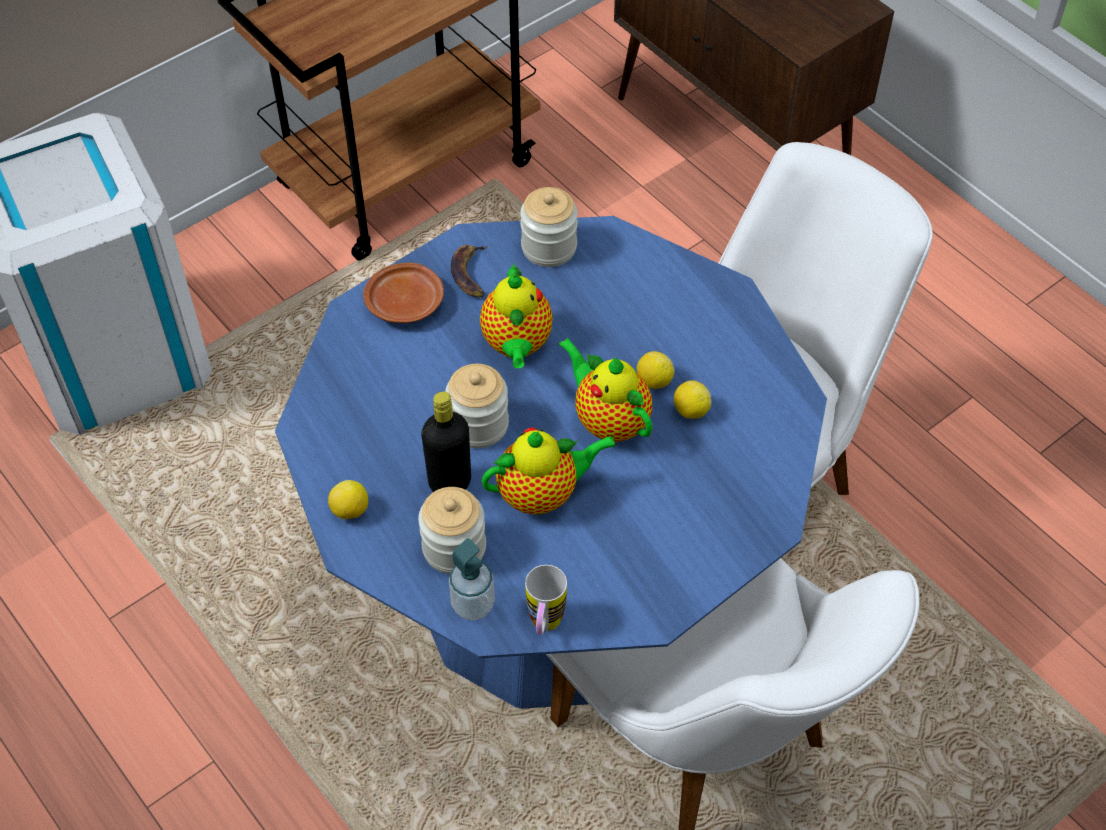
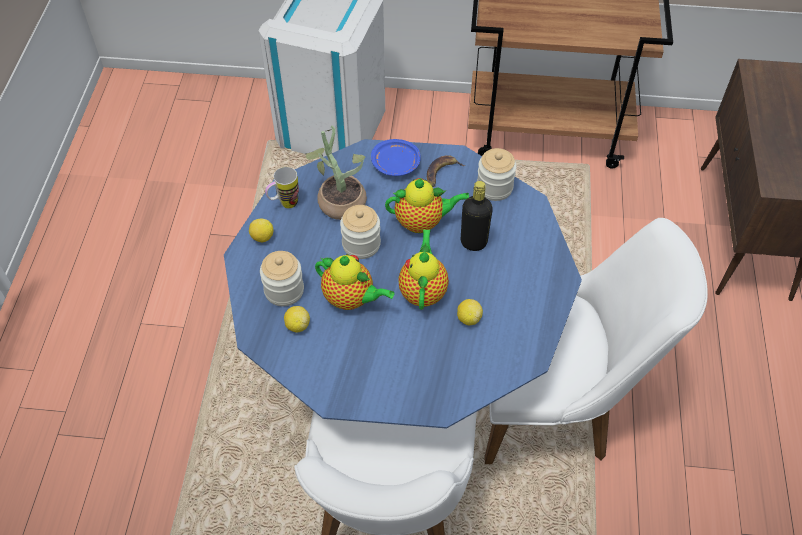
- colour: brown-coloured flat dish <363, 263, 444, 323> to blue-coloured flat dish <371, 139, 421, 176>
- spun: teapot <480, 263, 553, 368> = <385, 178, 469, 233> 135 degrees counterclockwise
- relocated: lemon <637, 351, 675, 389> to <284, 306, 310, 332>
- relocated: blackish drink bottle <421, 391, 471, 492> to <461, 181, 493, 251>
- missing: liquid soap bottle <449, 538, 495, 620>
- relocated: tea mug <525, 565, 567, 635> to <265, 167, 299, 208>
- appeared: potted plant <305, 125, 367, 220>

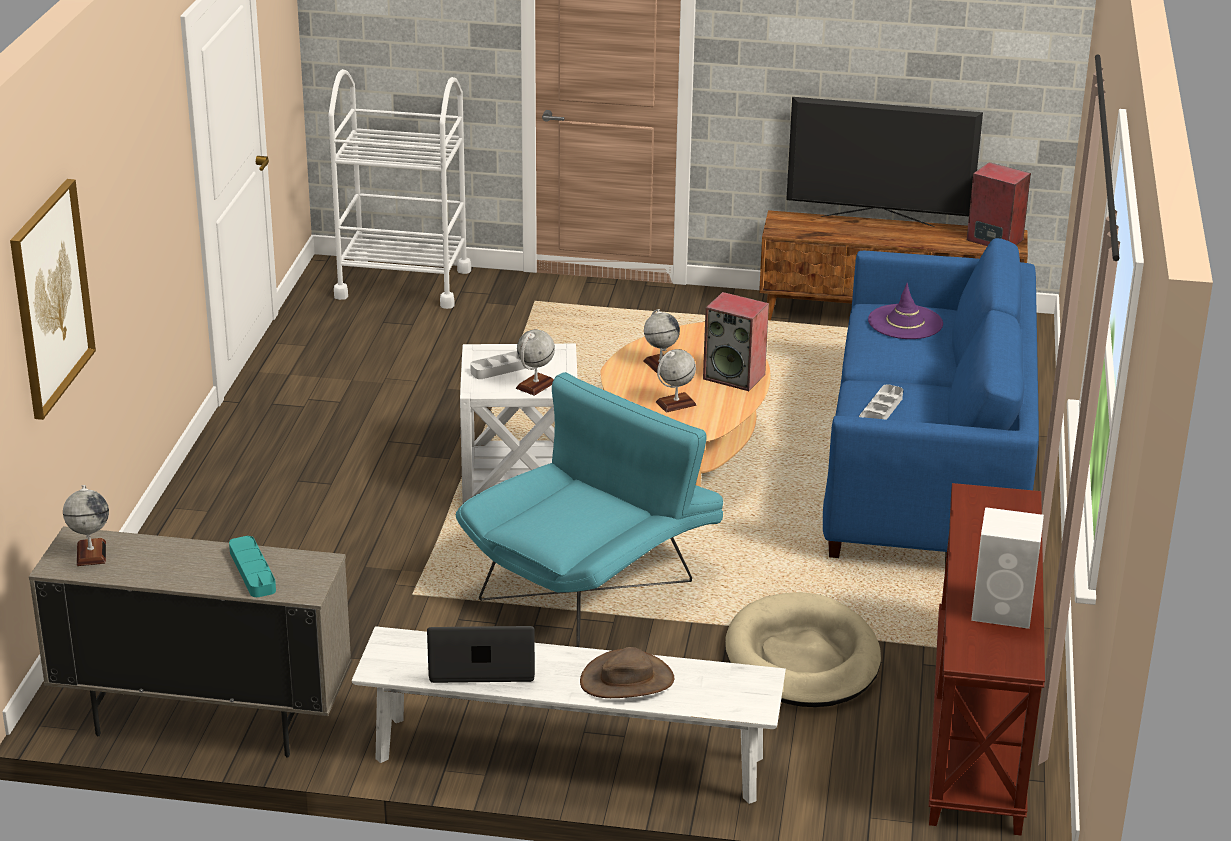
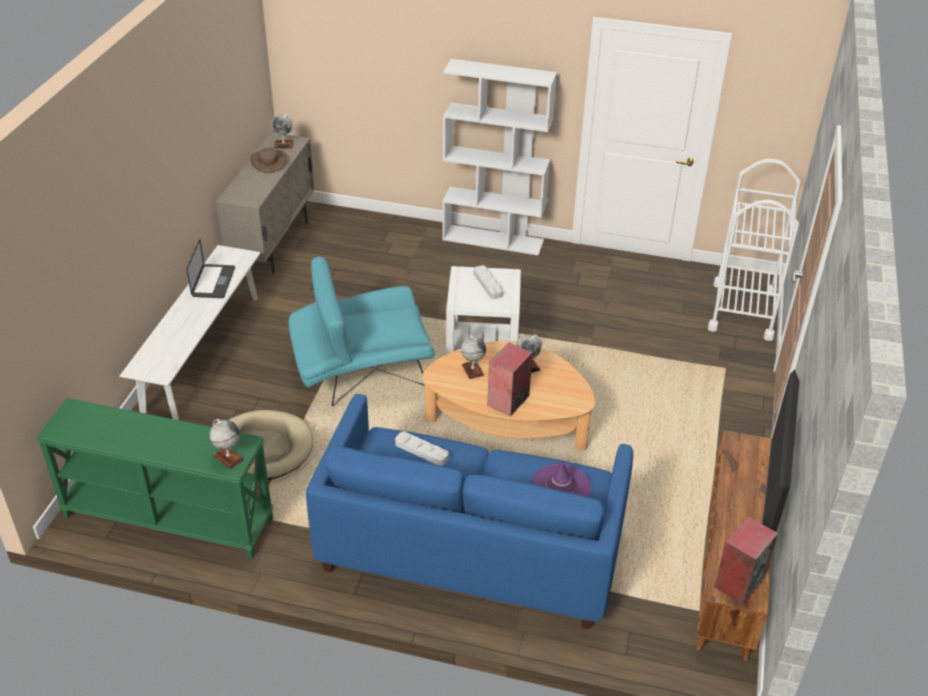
- missing: picture <10, 179, 96, 420>
- relocated: globe <516, 329, 555, 396> to <210, 419, 245, 469>
- spun: turquoise-coloured armchair <456, 372, 723, 647> = <289, 256, 435, 406> 120 degrees clockwise
- colour: brown-coloured narrow table <929, 483, 1045, 836> to green narrow table <36, 398, 274, 559>
- missing: white loudspeaker <971, 507, 1044, 629>
- missing: turquoise-coloured carrying tray <229, 536, 276, 597>
- relocated: brown-coloured wearable hat <580, 647, 674, 698> to <250, 148, 287, 173>
- appeared: white bookshelf <442, 59, 557, 256>

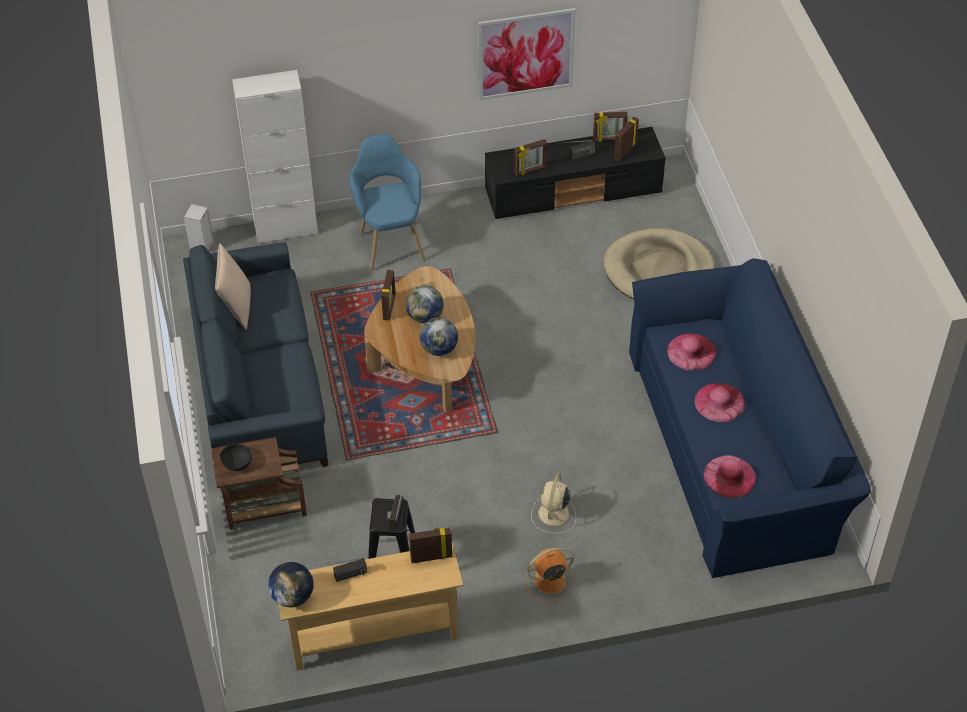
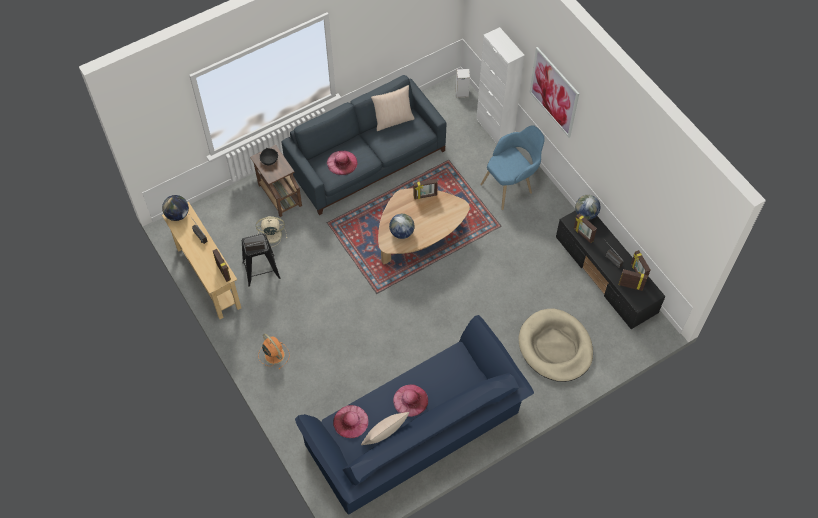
- relocated: picture <478, 8, 576, 100> to <530, 47, 579, 138>
- relocated: globe <406, 286, 444, 324> to <575, 195, 601, 220>
- relocated: pinkish wearable hat <667, 334, 717, 371> to <327, 151, 357, 175>
- relocated: sand-coloured electric fan <531, 472, 576, 534> to <256, 216, 287, 247>
- appeared: sand-coloured cushion <361, 412, 409, 445>

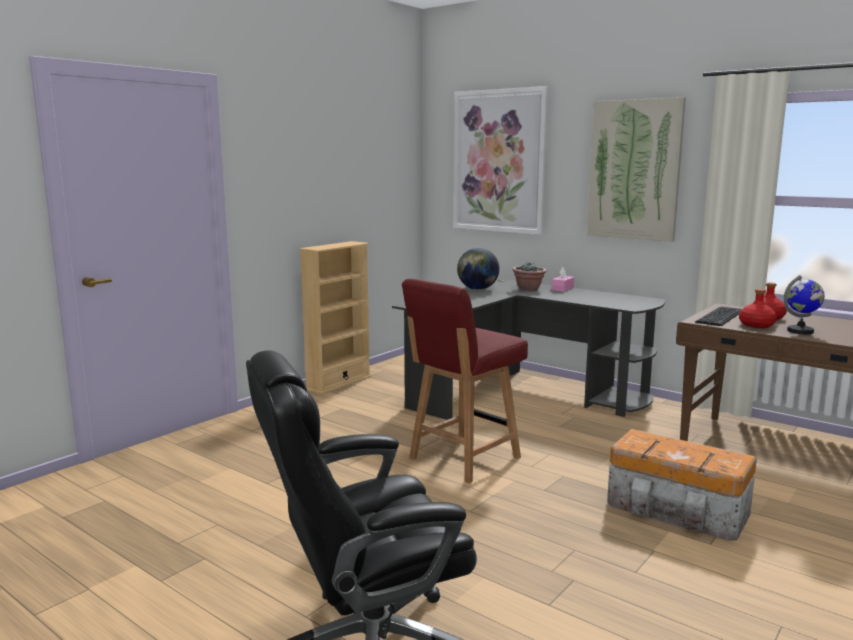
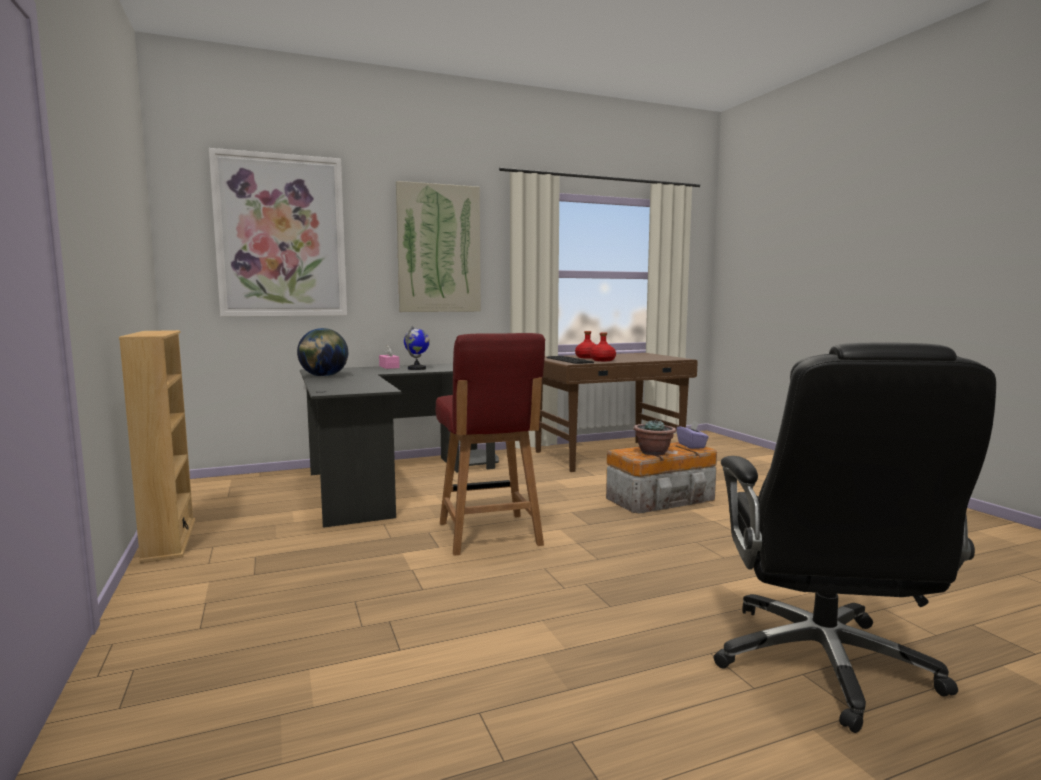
- relocated: potted plant <512, 262, 547, 291> to <633, 420, 676, 456>
- relocated: globe <784, 275, 825, 334> to <404, 326, 430, 370>
- appeared: purple-coloured tissue box <677, 421, 709, 449>

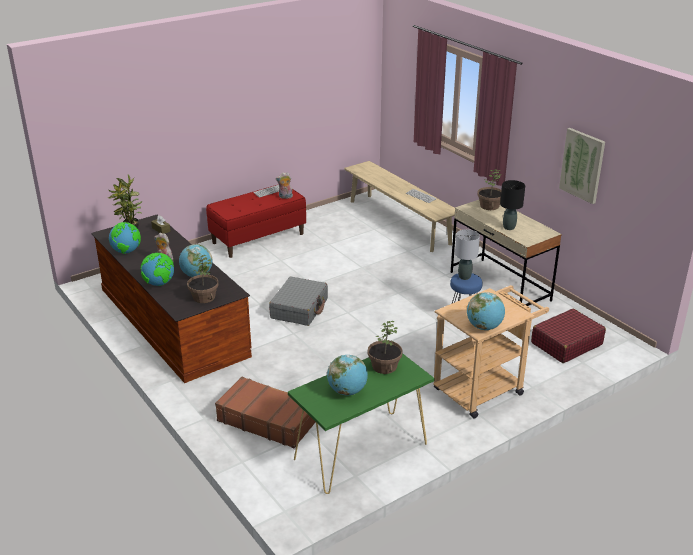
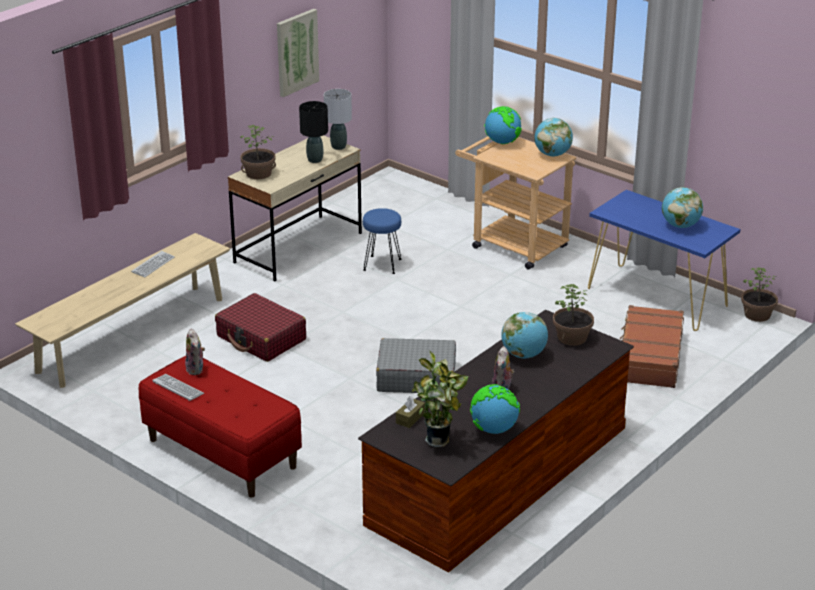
- relocated: grey lamp for a table <455, 229, 480, 280> to <324, 89, 352, 150>
- relocated: globe <141, 253, 174, 286> to <484, 106, 522, 144>
- relocated: reddish piece of luggage <531, 309, 606, 363> to <215, 293, 306, 362>
- relocated: potted plant <367, 320, 403, 374> to <741, 267, 778, 322>
- colour: green narrow table <288, 353, 434, 494> to blue-coloured narrow table <588, 190, 740, 331>

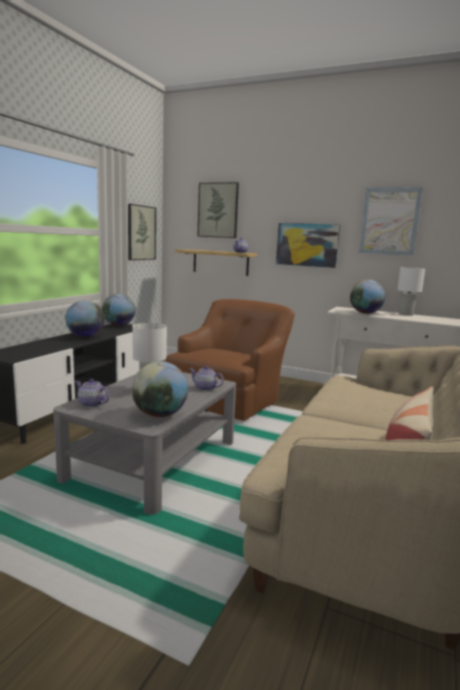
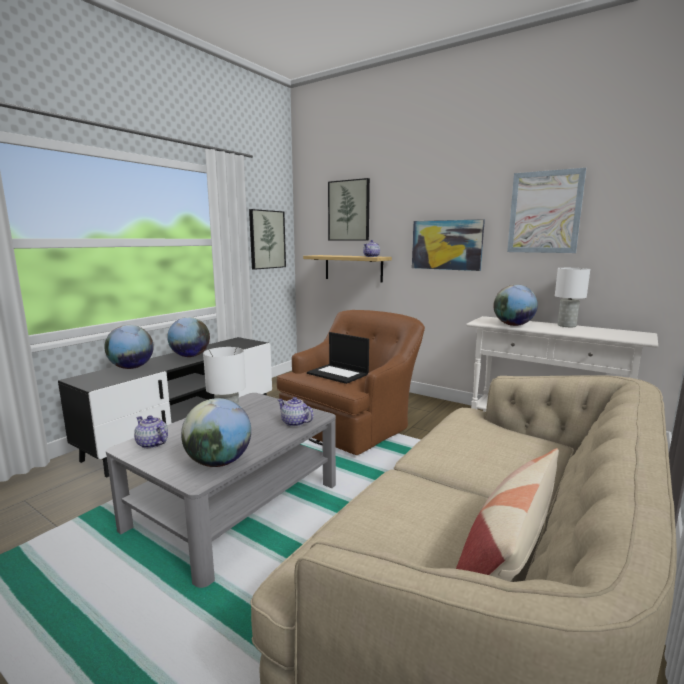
- relocated: globe <102, 294, 136, 326> to <104, 325, 154, 369>
- appeared: portable computer <307, 332, 369, 384>

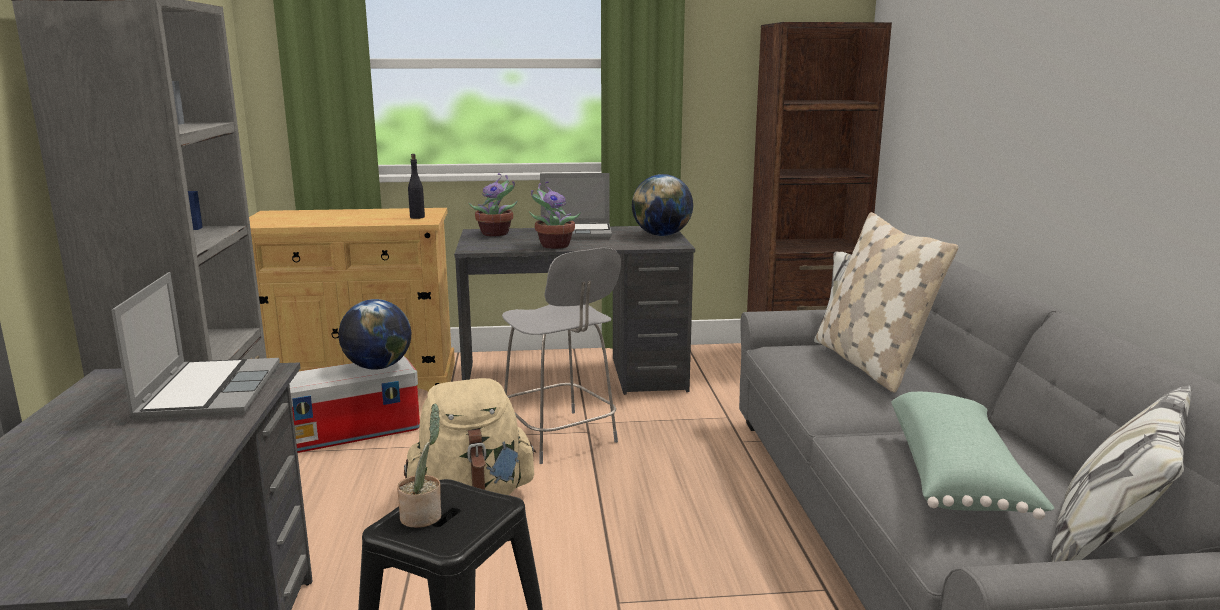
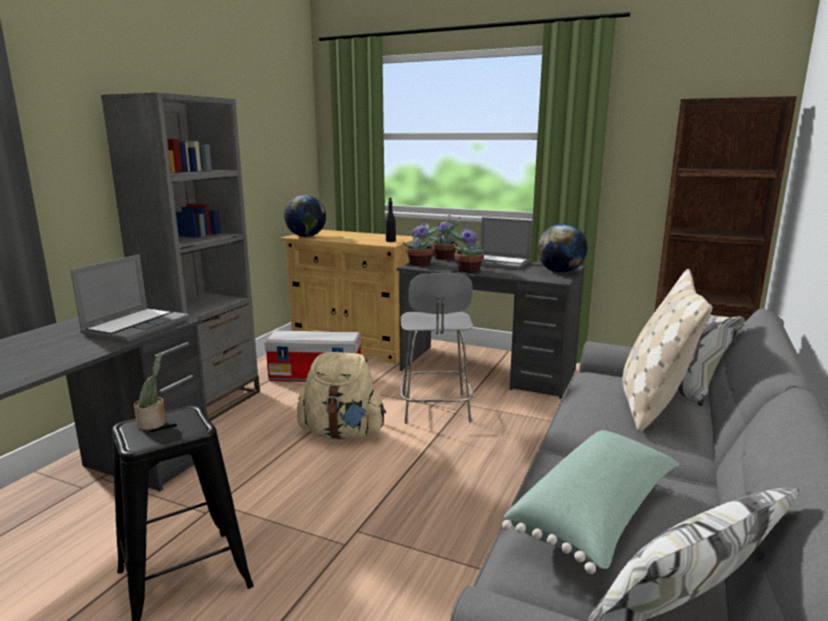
- relocated: globe <339, 299, 411, 370> to <284, 195, 326, 237>
- appeared: potted plant <403, 218, 440, 266>

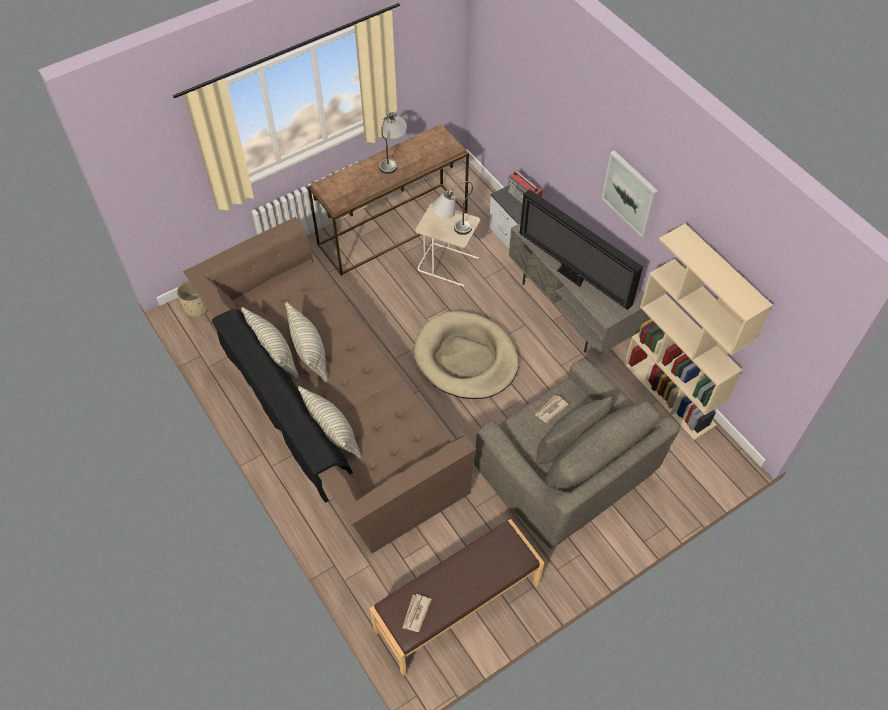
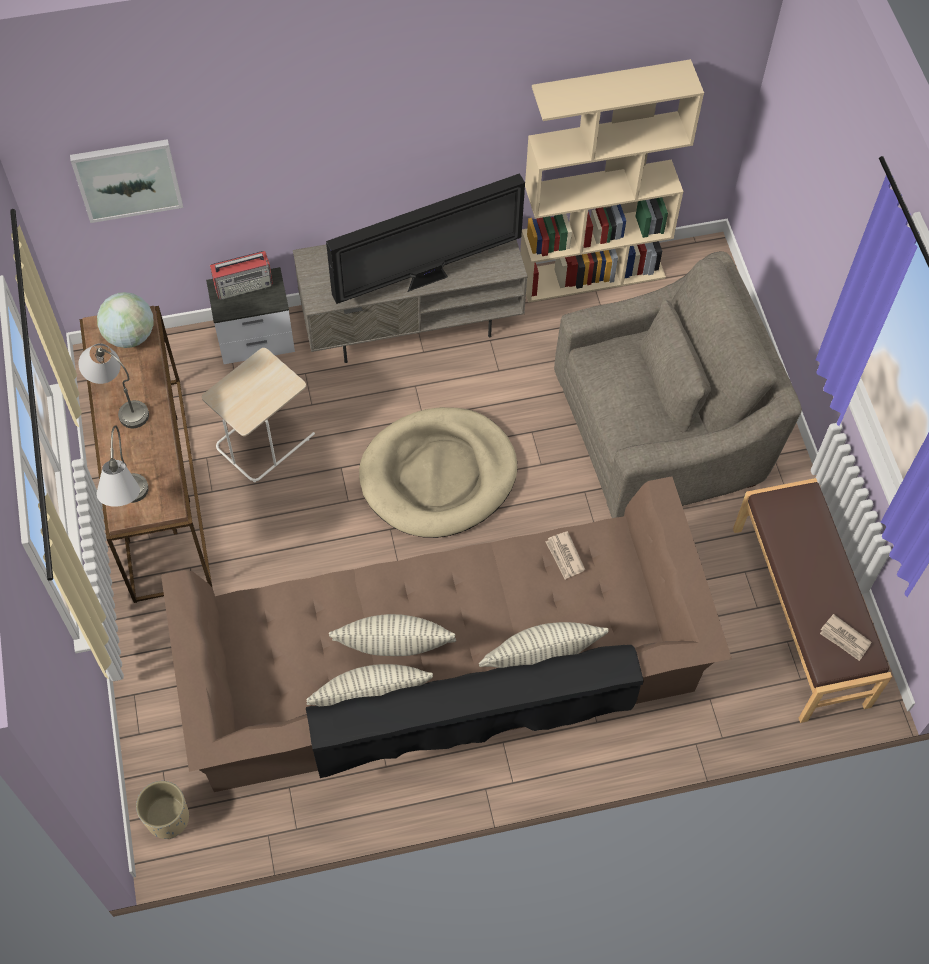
- relocated: picture <601, 150, 658, 238> to <70, 139, 183, 223>
- relocated: grey lamp for a table <431, 181, 473, 235> to <97, 425, 149, 507>
- relocated: printed paper <535, 395, 569, 423> to <546, 531, 585, 579>
- appeared: globe <97, 292, 154, 348>

